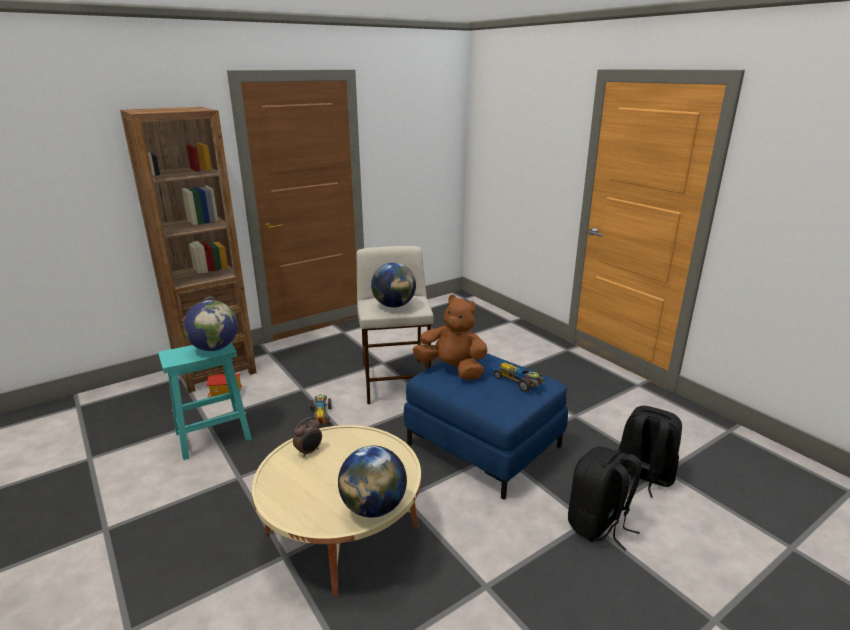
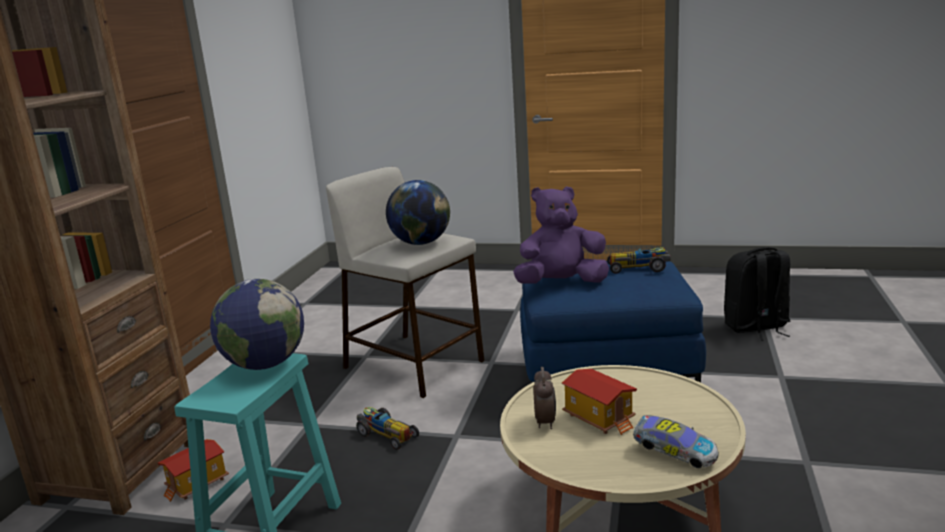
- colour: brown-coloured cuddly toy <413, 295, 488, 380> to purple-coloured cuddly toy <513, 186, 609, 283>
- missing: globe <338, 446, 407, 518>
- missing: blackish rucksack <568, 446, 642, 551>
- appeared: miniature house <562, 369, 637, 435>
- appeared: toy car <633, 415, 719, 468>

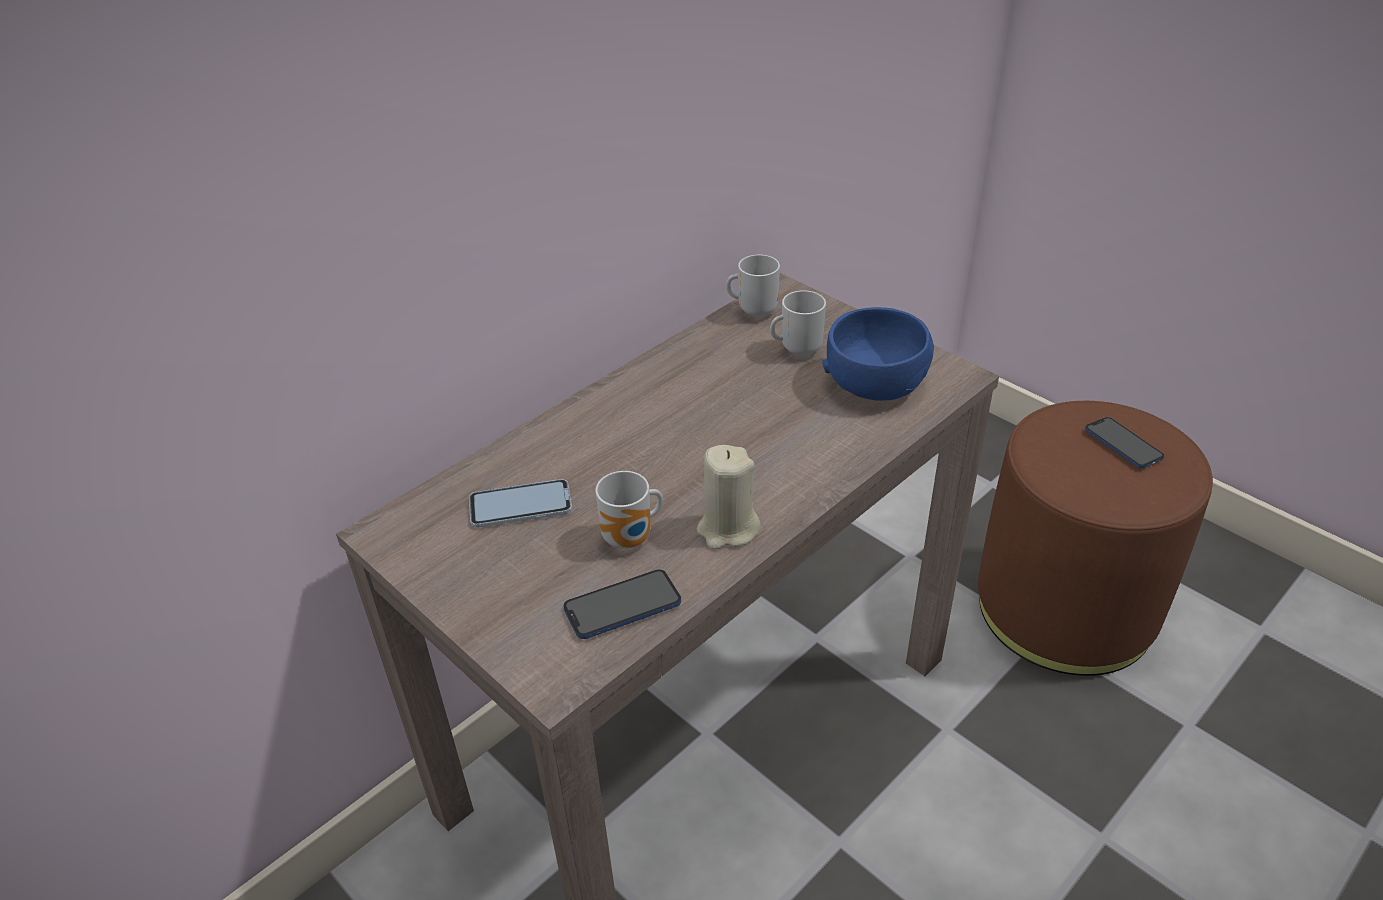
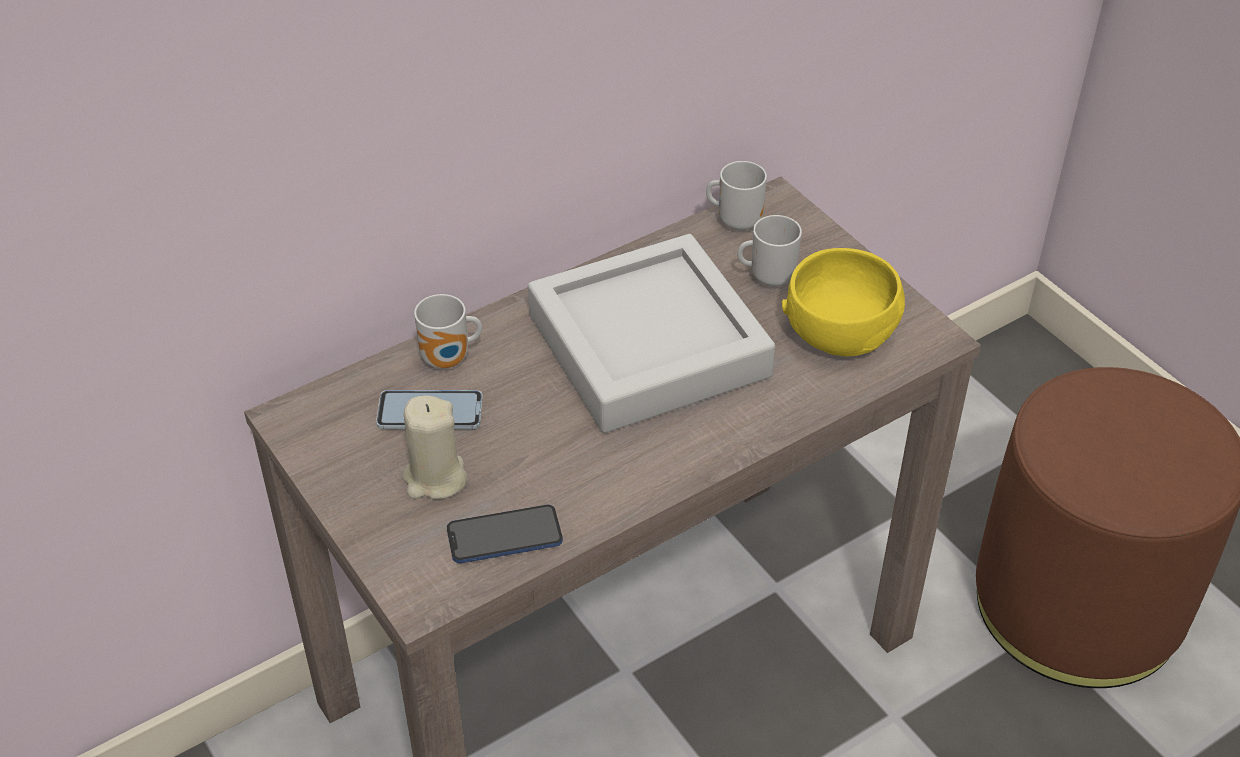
- colour: blue-coloured serving bowl <822, 307, 934, 401> to yellowish serving bowl <782, 248, 905, 357>
- missing: phone <1085, 417, 1164, 469>
- relocated: sand-coloured wax candle <697, 445, 761, 550> to <403, 395, 468, 500>
- relocated: tea mug <595, 471, 663, 549> to <414, 294, 482, 369>
- appeared: grey carrying tray <528, 234, 775, 433>

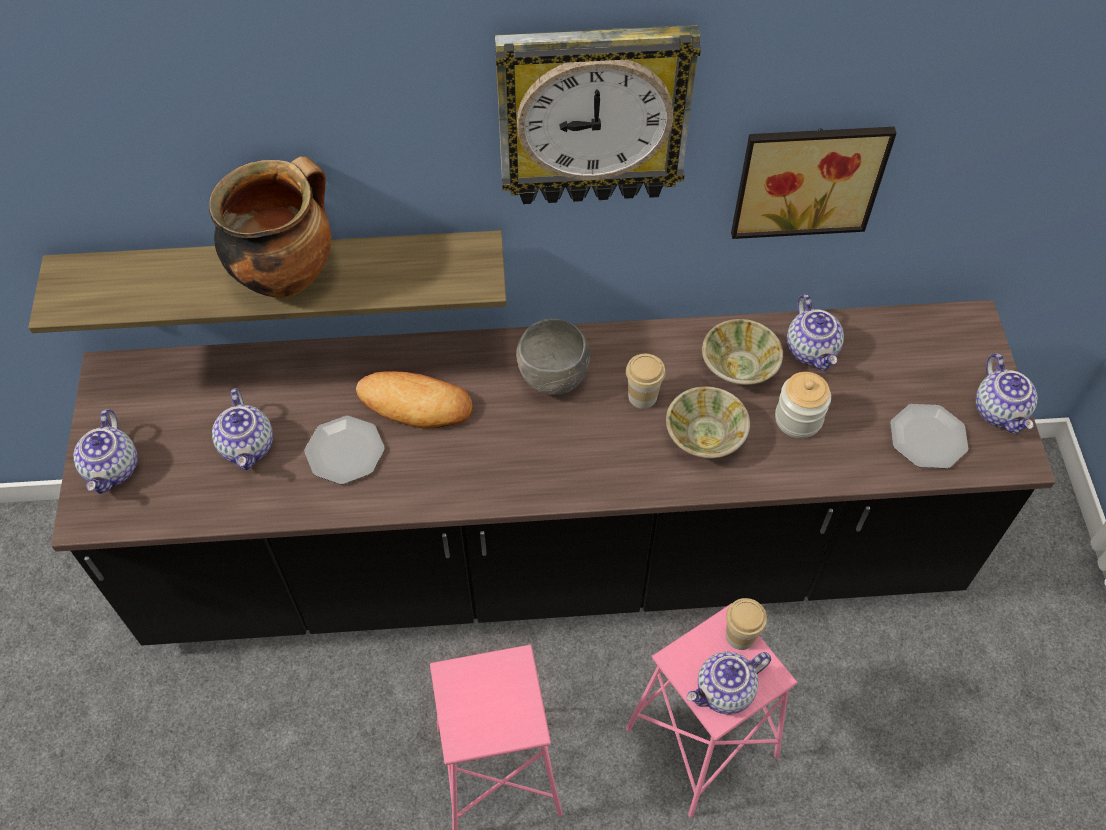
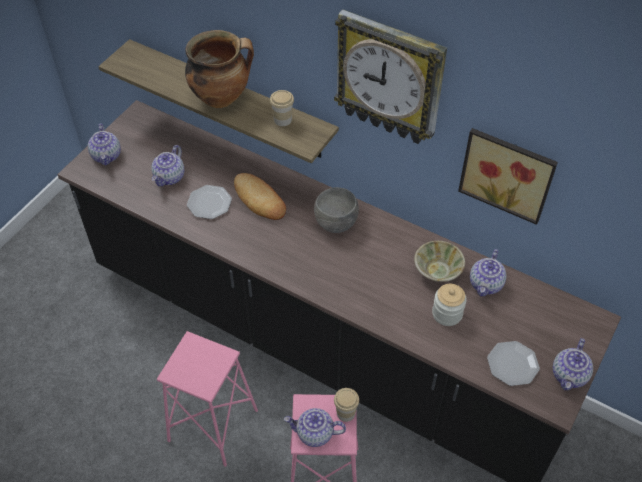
- relocated: small cup <626, 354, 666, 409> to <270, 90, 294, 126>
- missing: sand-coloured serving bowl <666, 386, 750, 459>
- spun: teapot <73, 409, 138, 494> = <88, 124, 121, 166> 45 degrees counterclockwise

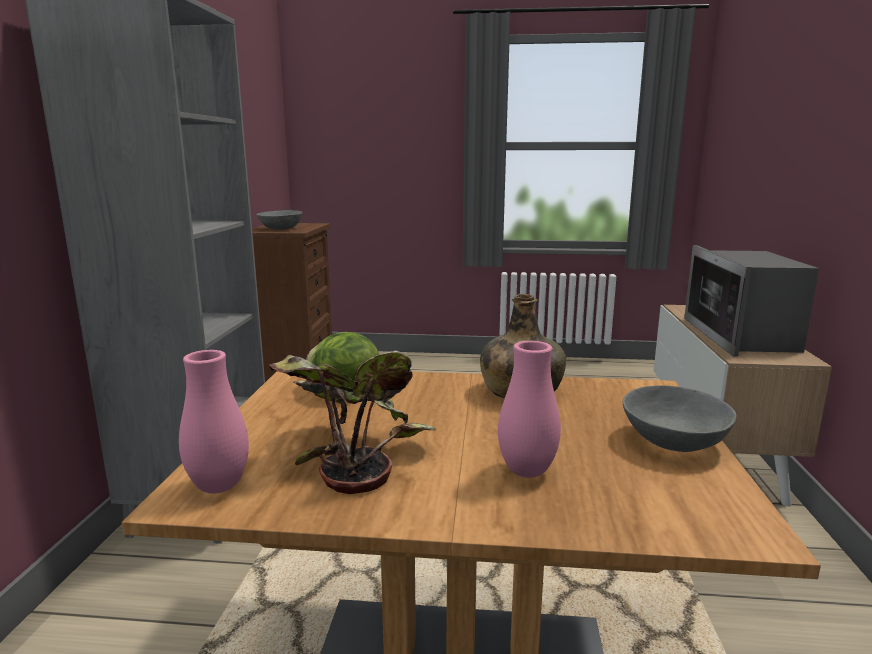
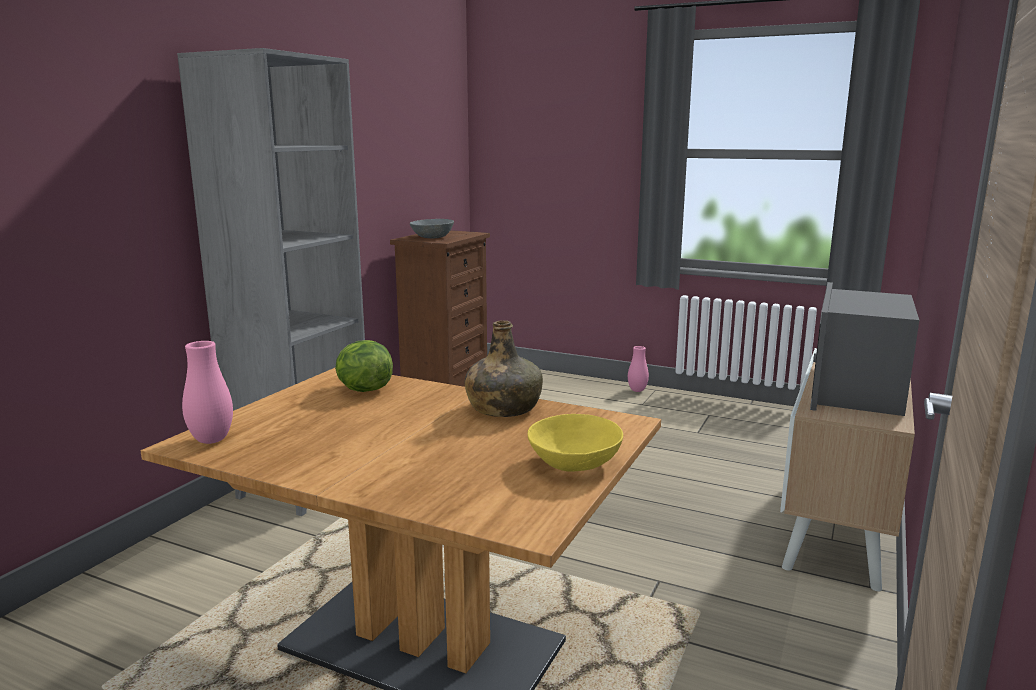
- relocated: pinkish decorative vase <498, 341, 561, 478> to <628, 346, 649, 392>
- missing: potted plant <268, 351, 435, 494>
- colour: grey serving bowl <623, 385, 736, 452> to yellowish serving bowl <527, 414, 623, 471>

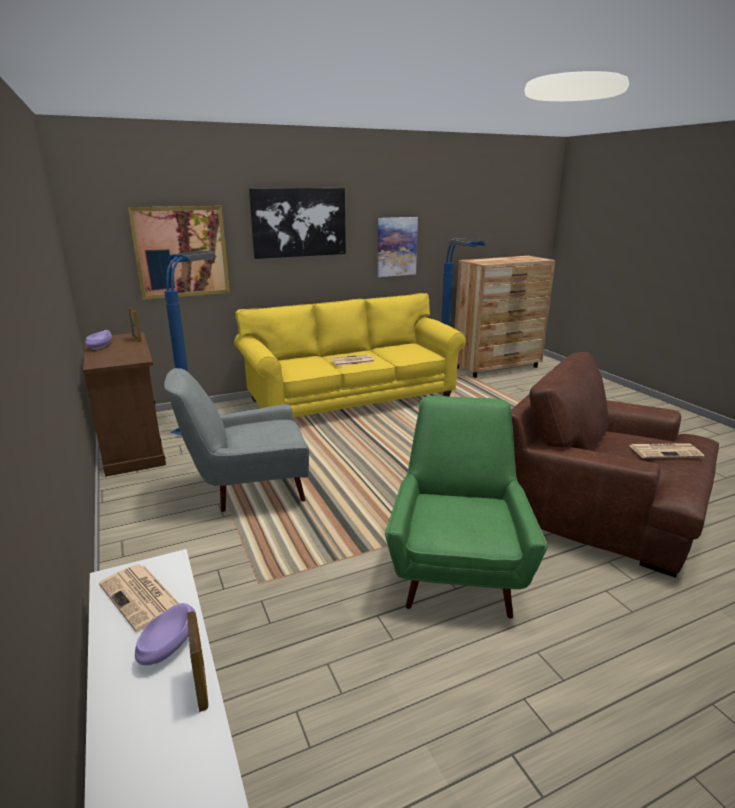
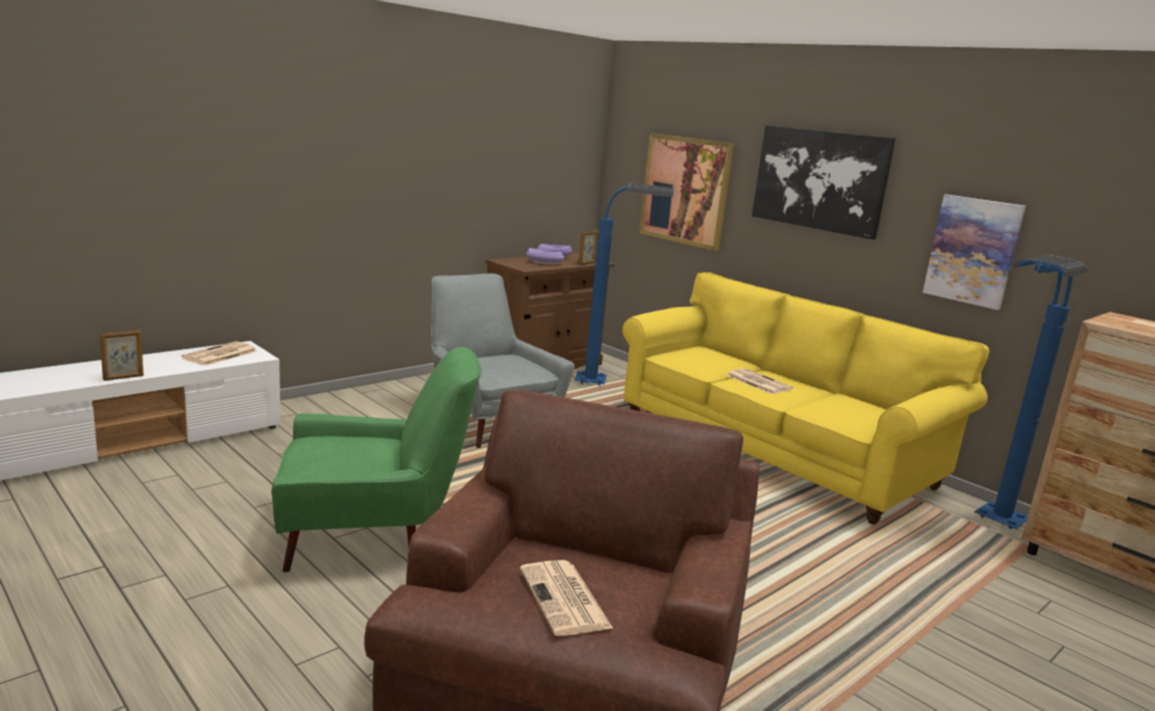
- relocated: purple-coloured serving bowl <135, 603, 196, 665> to <526, 248, 564, 265>

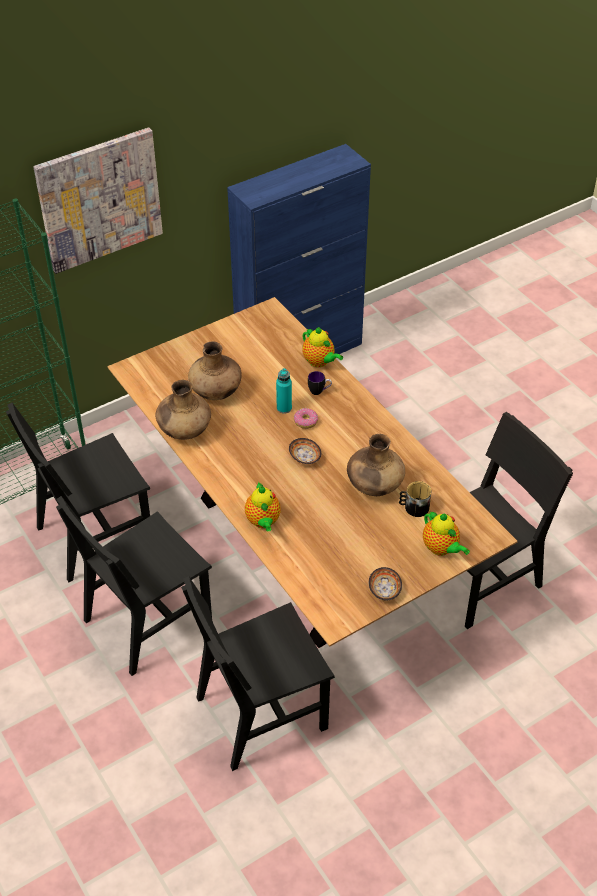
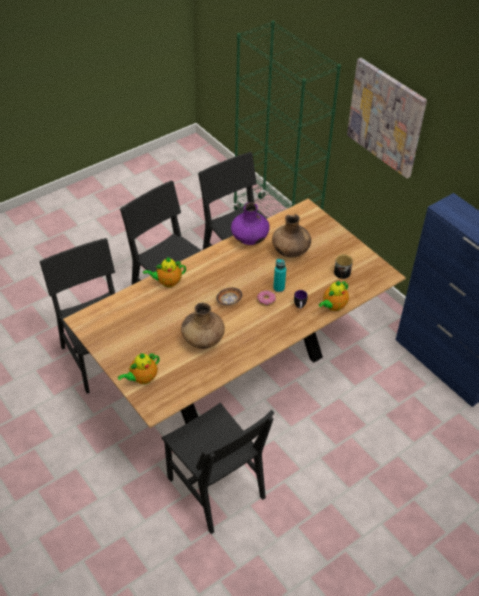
- colour: brown-coloured decorative vase <156, 380, 211, 440> to purple-coloured decorative vase <231, 202, 270, 245>
- relocated: tea mug <399, 481, 432, 517> to <334, 254, 353, 279>
- missing: serving bowl <369, 567, 402, 600>

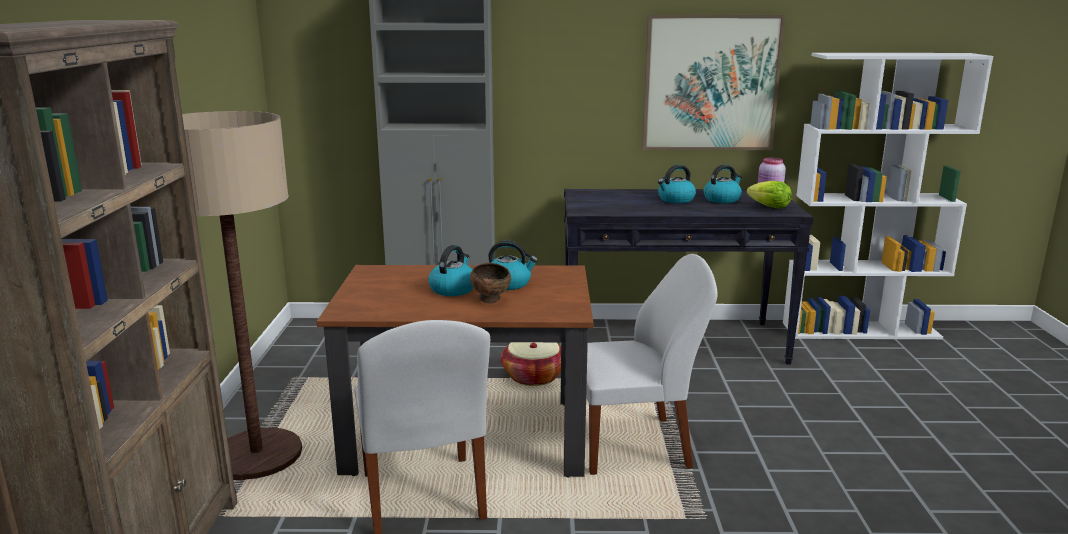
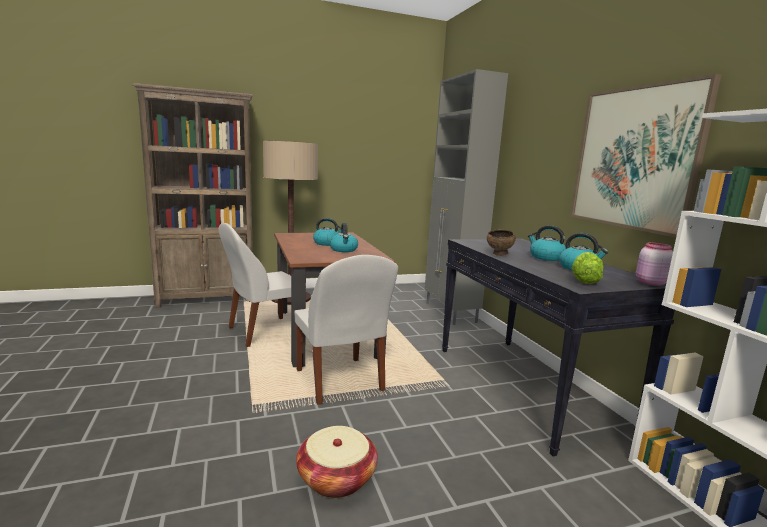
- relocated: brown-coloured serving bowl <470, 263, 511, 304> to <487, 229, 516, 256>
- relocated: storage basket <501, 342, 561, 386> to <296, 426, 378, 498>

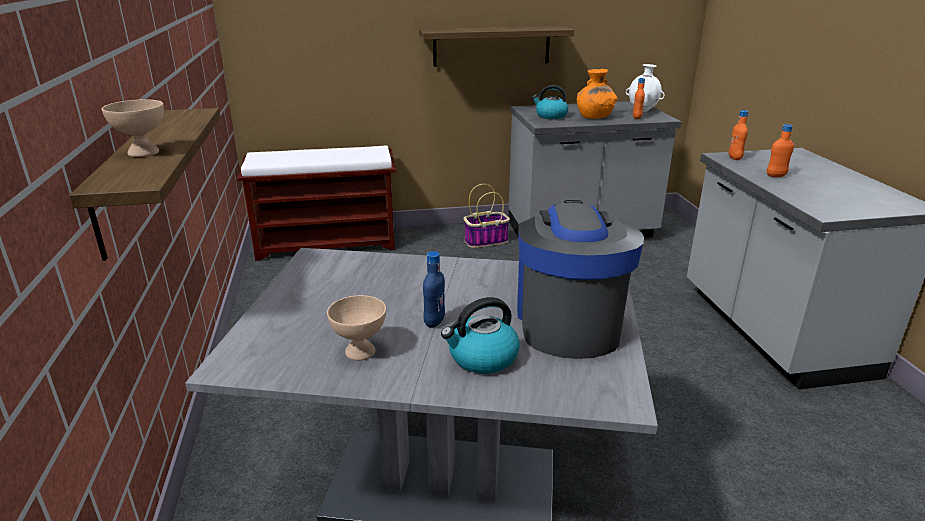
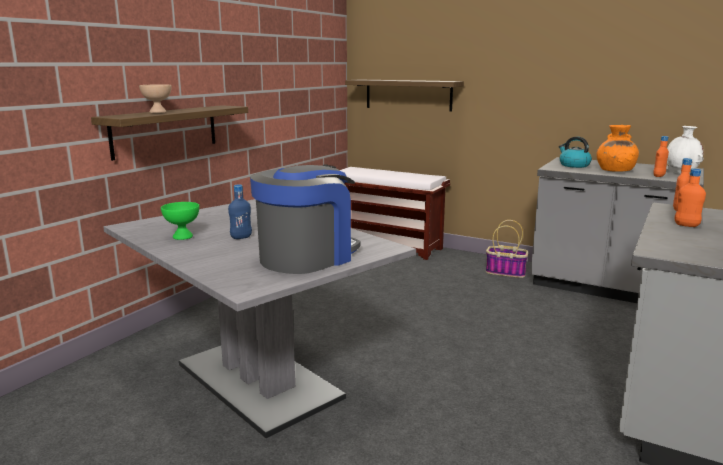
- relocated: wall shelf <419, 26, 574, 67> to <345, 80, 464, 112>
- colour: sand-coloured serving bowl <327, 295, 386, 361> to green serving bowl <161, 202, 199, 240>
- missing: kettle <441, 297, 520, 374>

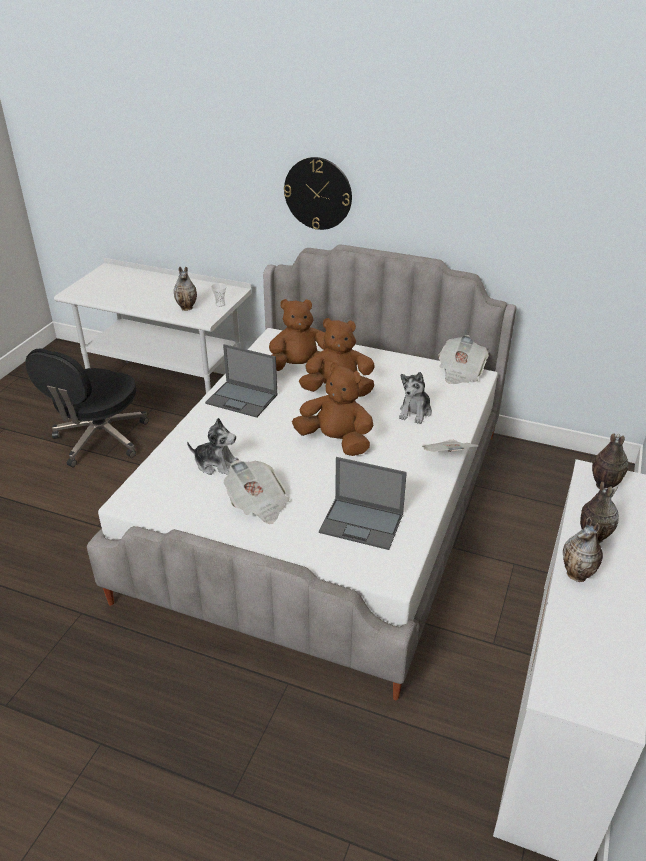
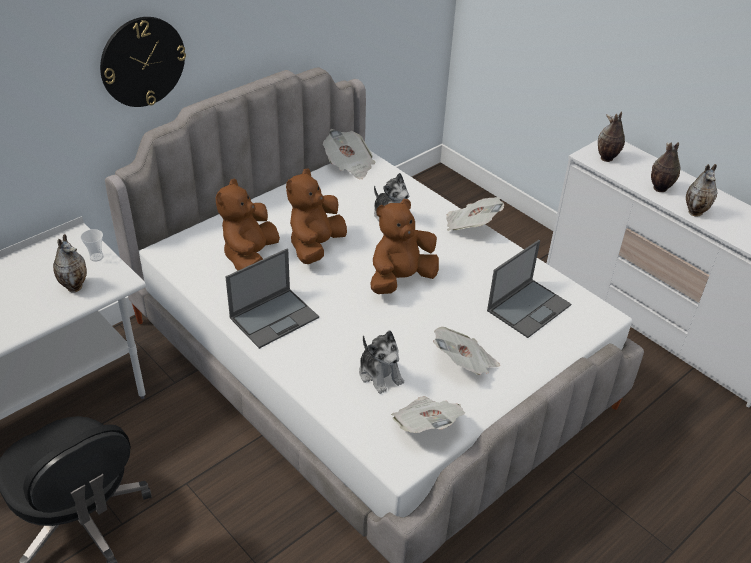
- spun: cuddly toy <187, 418, 239, 475> = <359, 330, 404, 394> 105 degrees clockwise
- appeared: printed paper <391, 396, 465, 433>

